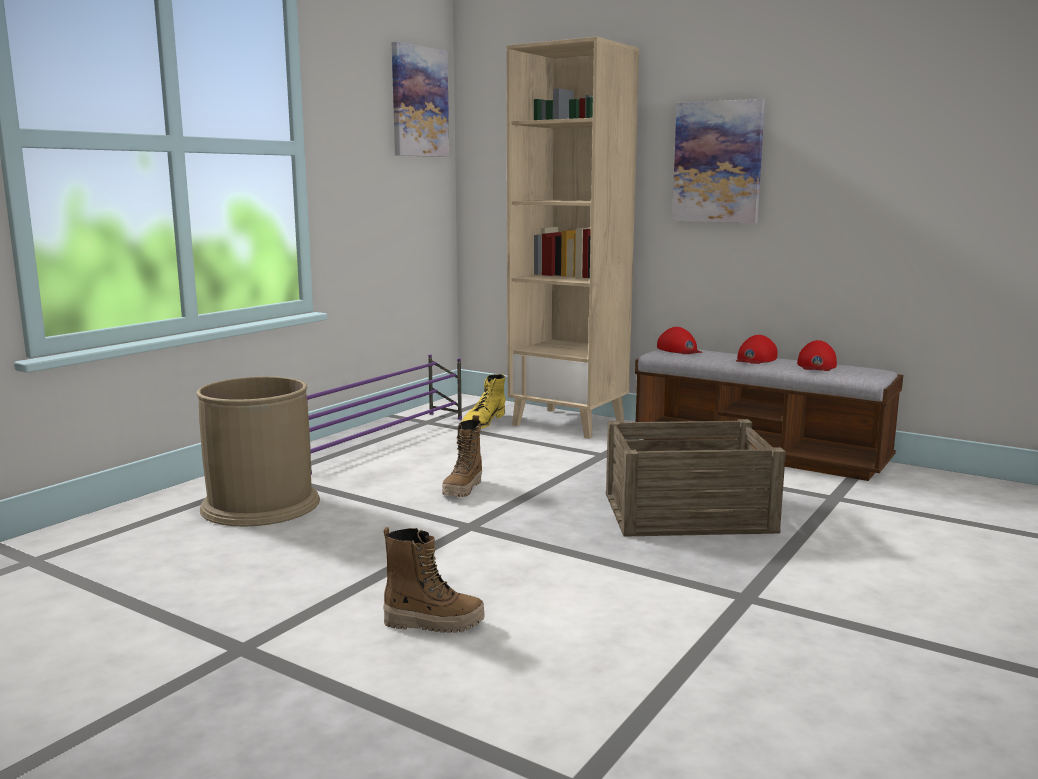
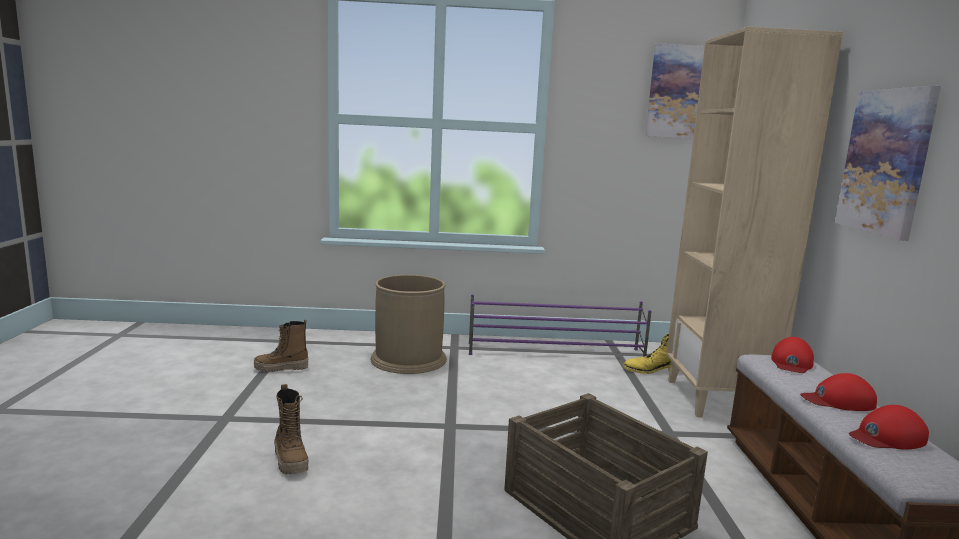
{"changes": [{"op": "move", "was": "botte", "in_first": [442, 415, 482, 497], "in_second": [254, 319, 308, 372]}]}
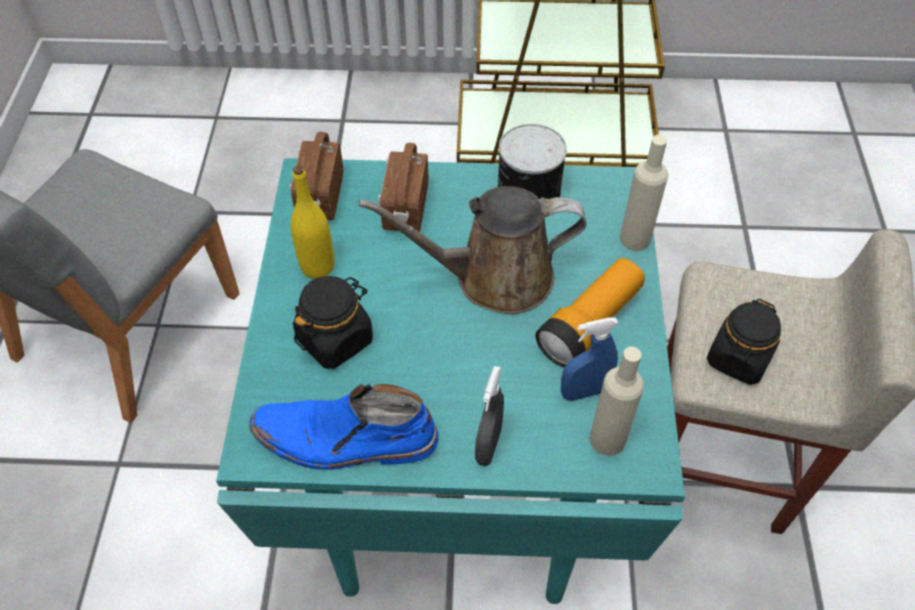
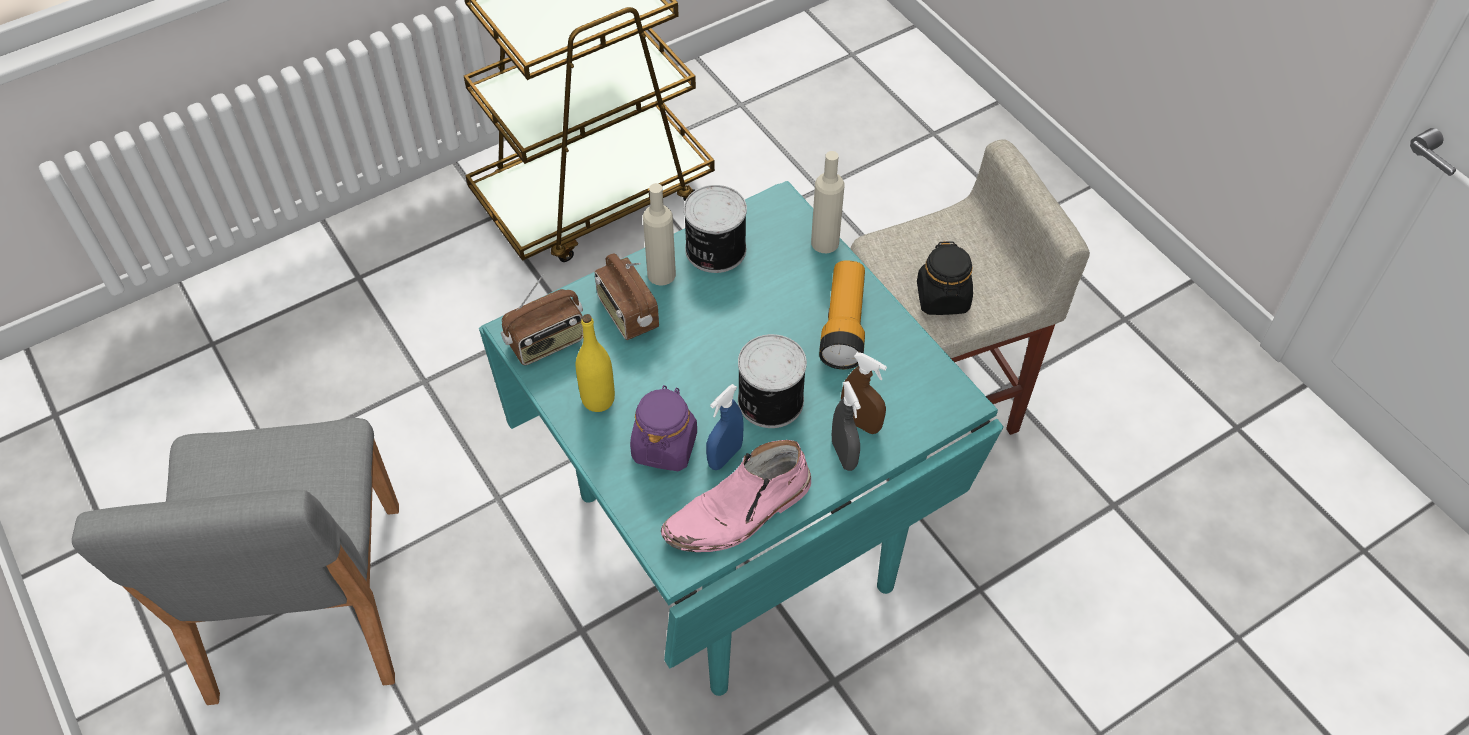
{"changes": [{"op": "recolor", "was": "botte [bleu]", "now": "botte [rose]", "in_first": [249, 384, 438, 470], "in_second": [661, 440, 811, 552]}, {"op": "rotate", "was": "radio", "in_first": [290, 132, 343, 220], "in_second": [501, 274, 583, 365], "clockwise": -90}, {"op": "recolor", "was": "bocal [noir]", "now": "bocal [violet]", "in_first": [293, 276, 373, 369], "in_second": [630, 385, 697, 471]}, {"op": "delete", "was": "arrosoir [marron]", "in_first": [359, 186, 587, 314]}, {"op": "move", "was": "vaporisateur [bleu]", "in_first": [561, 317, 619, 401], "in_second": [706, 384, 744, 470]}, {"op": "move", "was": "bouteille [beige]", "in_first": [590, 347, 644, 456], "in_second": [643, 183, 676, 286]}, {"op": "insert", "now": "boîte métallique", "in_second": [738, 334, 807, 428]}, {"op": "insert", "now": "vaporisateur [marron]", "in_second": [841, 352, 887, 434]}]}
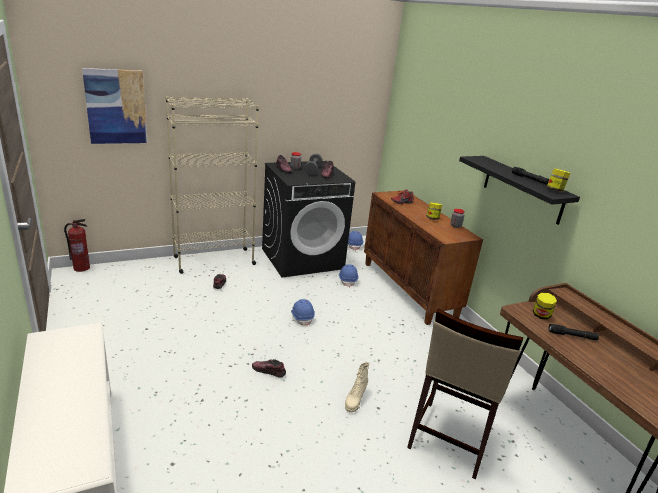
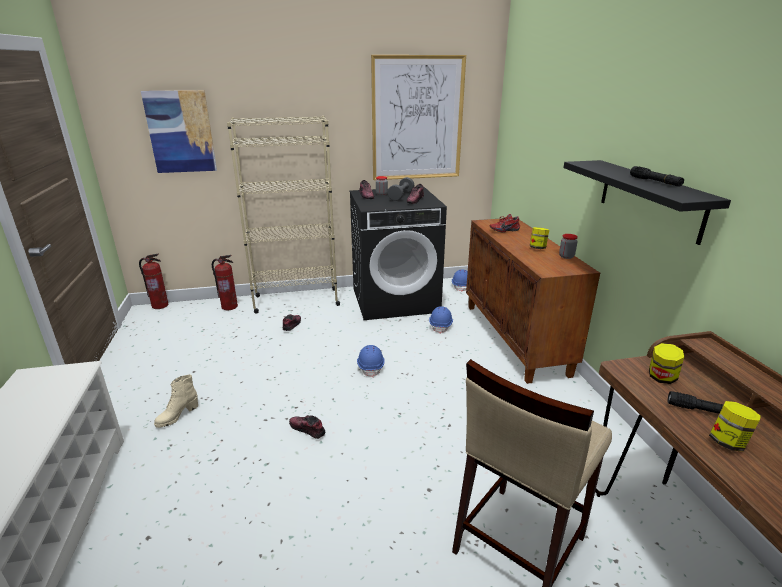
{"changes": [{"op": "move", "was": "botte [beige]", "in_first": [345, 362, 369, 412], "in_second": [154, 375, 198, 428]}, {"op": "move", "was": "bocal", "in_first": [547, 168, 570, 192], "in_second": [709, 401, 761, 451]}, {"op": "insert", "now": "extincteur", "in_second": [212, 255, 238, 310]}, {"op": "insert", "now": "tableau", "in_second": [371, 55, 466, 180]}]}
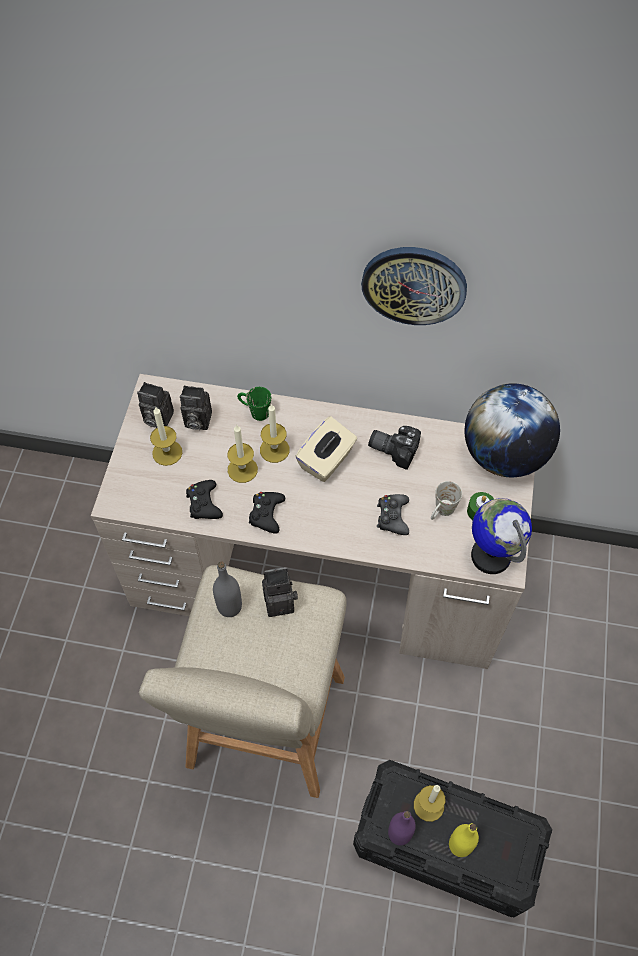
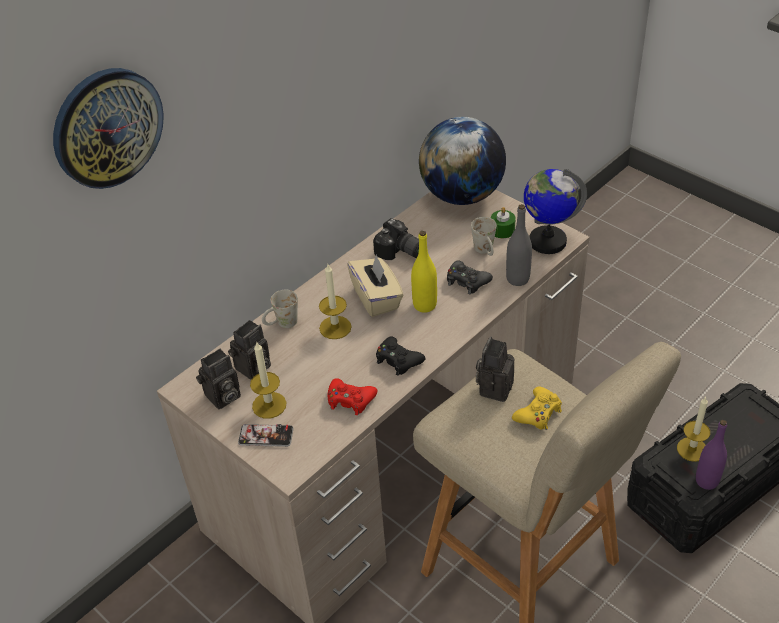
{"changes": [{"op": "recolor", "was": "manette [noir]", "now": "manette [rouge]", "in_first": [186, 480, 223, 519], "in_second": [328, 378, 377, 415]}, {"op": "move", "was": "bouteille [gris]", "in_first": [213, 562, 242, 617], "in_second": [506, 204, 532, 286]}, {"op": "delete", "was": "bougie", "in_first": [227, 424, 258, 483]}, {"op": "recolor", "was": "mug [vert]", "now": "mug [blanc]", "in_first": [237, 387, 271, 421], "in_second": [262, 290, 298, 328]}, {"op": "move", "was": "horloge murale", "in_first": [361, 247, 467, 325], "in_second": [53, 68, 164, 189]}, {"op": "rotate", "was": "appareil photo", "in_first": [368, 426, 421, 470], "in_second": [373, 218, 419, 260], "clockwise": -105}, {"op": "move", "was": "bouteille [jaune]", "in_first": [449, 823, 479, 857], "in_second": [411, 231, 437, 313]}, {"op": "insert", "now": "téléphone", "in_second": [238, 424, 294, 447]}, {"op": "insert", "now": "manette [jaune]", "in_second": [512, 386, 562, 430]}]}
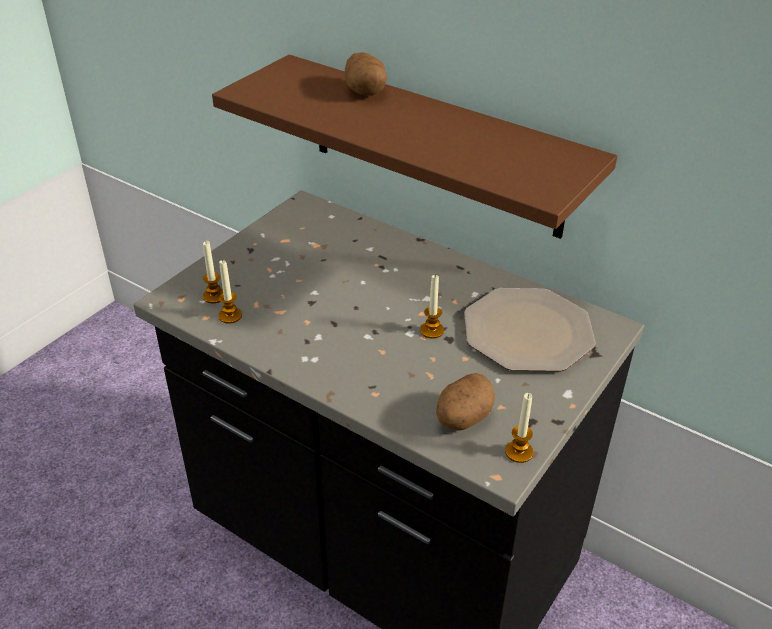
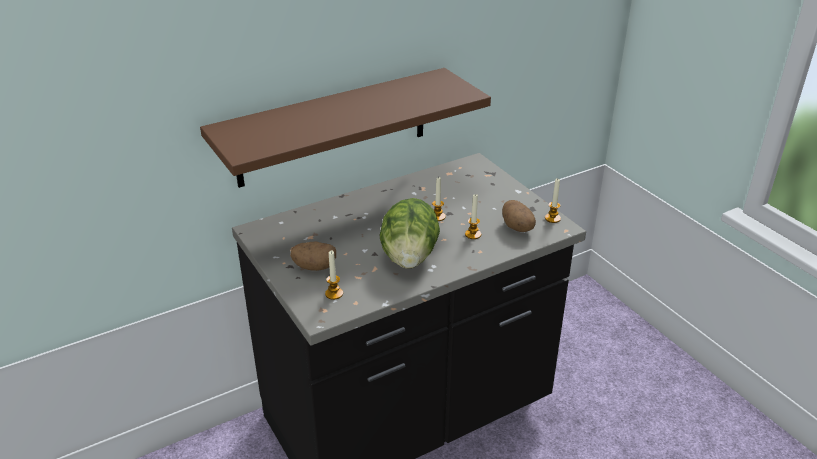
{"changes": [{"op": "move", "was": "bougie", "in_first": [218, 260, 242, 324], "in_second": [465, 194, 481, 239]}, {"op": "move", "was": "pomme de terre", "in_first": [345, 52, 387, 96], "in_second": [290, 242, 336, 271]}, {"op": "delete", "was": "assiette", "in_first": [464, 288, 596, 372]}, {"op": "insert", "now": "laitue", "in_second": [380, 198, 440, 269]}]}
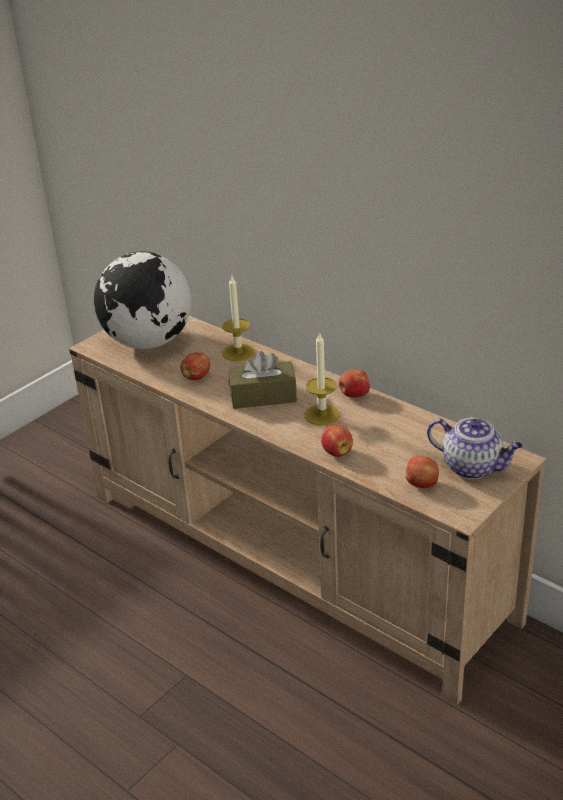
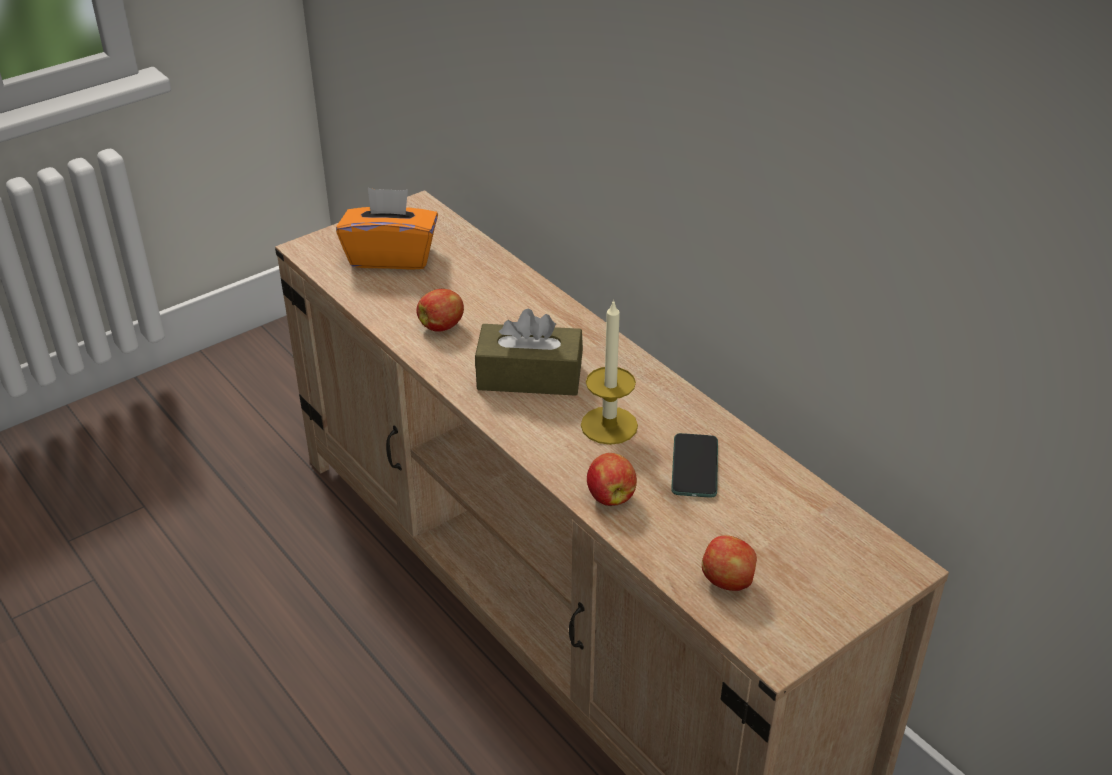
{"changes": [{"op": "replace", "was": "globe", "now": "boîte à mouchoirs [orange]", "in_first": [94, 251, 191, 349], "in_second": [336, 188, 438, 270]}, {"op": "delete", "was": "bougie", "in_first": [222, 276, 254, 362]}, {"op": "delete", "was": "pomme", "in_first": [339, 369, 370, 398]}, {"op": "delete", "was": "théière", "in_first": [427, 418, 523, 479]}, {"op": "insert", "now": "téléphone", "in_second": [671, 433, 718, 498]}]}
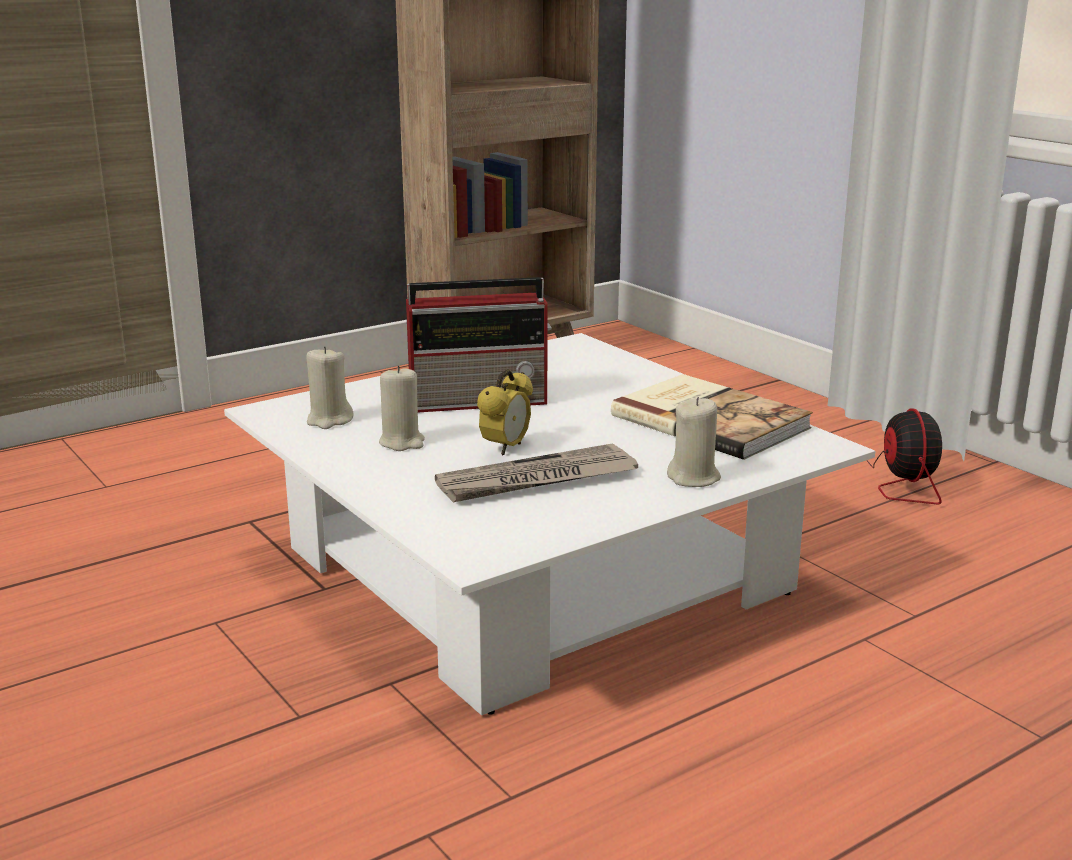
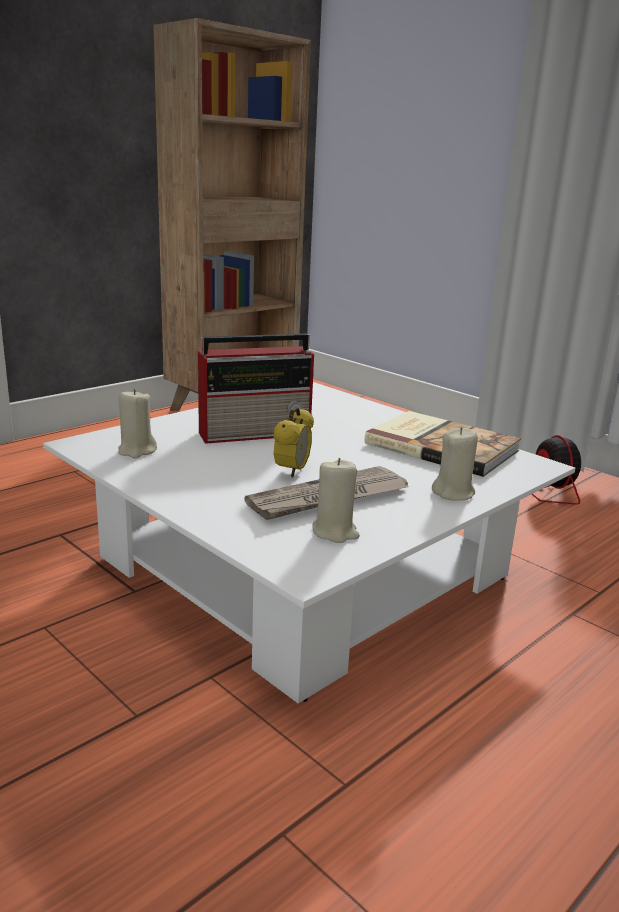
{"changes": [{"op": "move", "was": "bougie [beige]", "in_first": [379, 365, 425, 451], "in_second": [312, 458, 360, 543]}]}
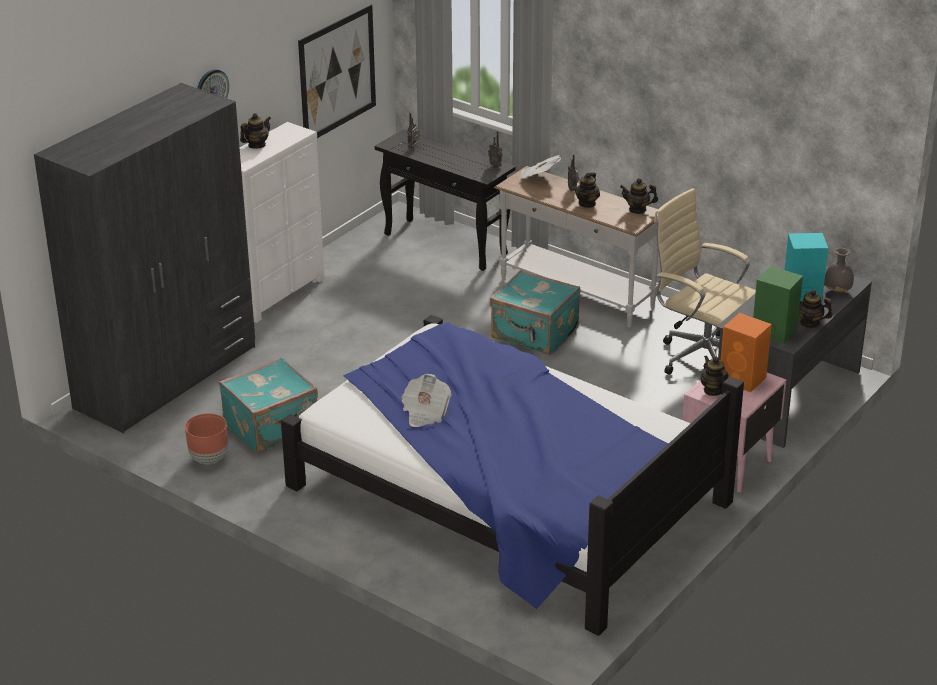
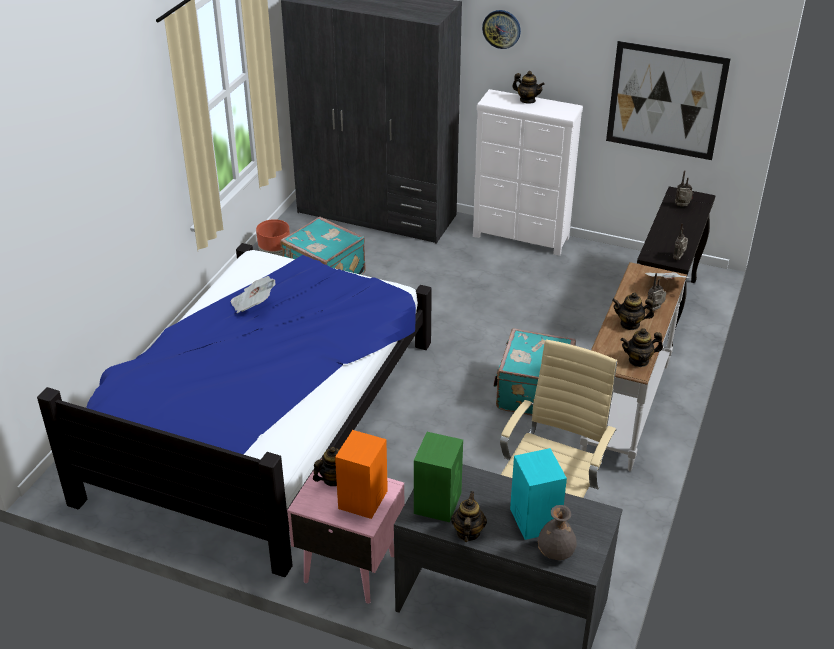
{"changes": [{"op": "rotate", "was": "théière", "in_first": [620, 178, 658, 214], "in_second": [621, 328, 663, 367], "clockwise": -90}]}
